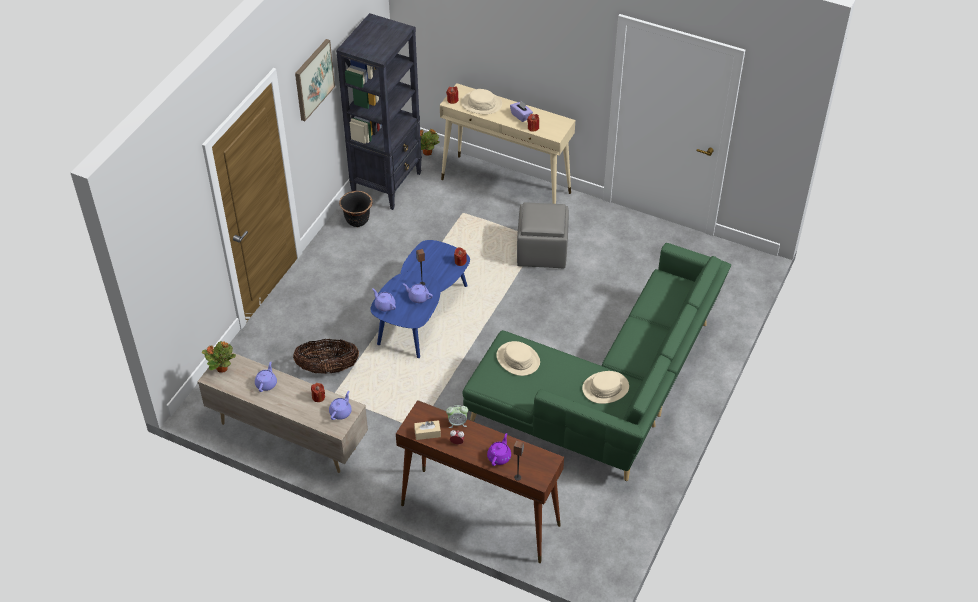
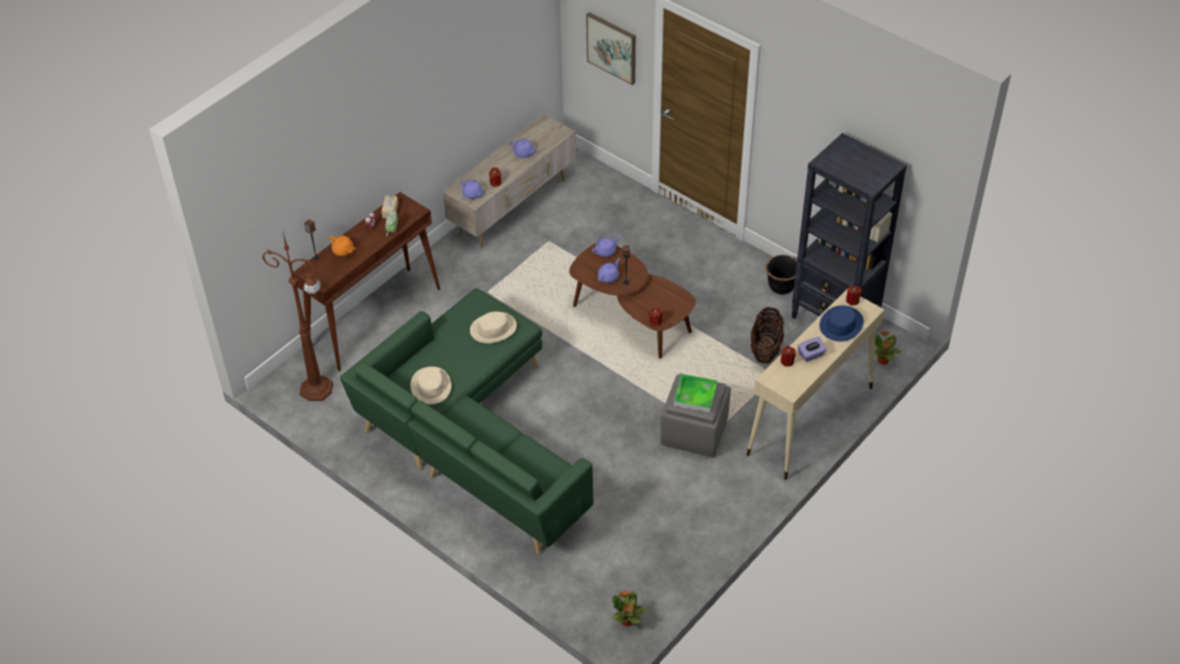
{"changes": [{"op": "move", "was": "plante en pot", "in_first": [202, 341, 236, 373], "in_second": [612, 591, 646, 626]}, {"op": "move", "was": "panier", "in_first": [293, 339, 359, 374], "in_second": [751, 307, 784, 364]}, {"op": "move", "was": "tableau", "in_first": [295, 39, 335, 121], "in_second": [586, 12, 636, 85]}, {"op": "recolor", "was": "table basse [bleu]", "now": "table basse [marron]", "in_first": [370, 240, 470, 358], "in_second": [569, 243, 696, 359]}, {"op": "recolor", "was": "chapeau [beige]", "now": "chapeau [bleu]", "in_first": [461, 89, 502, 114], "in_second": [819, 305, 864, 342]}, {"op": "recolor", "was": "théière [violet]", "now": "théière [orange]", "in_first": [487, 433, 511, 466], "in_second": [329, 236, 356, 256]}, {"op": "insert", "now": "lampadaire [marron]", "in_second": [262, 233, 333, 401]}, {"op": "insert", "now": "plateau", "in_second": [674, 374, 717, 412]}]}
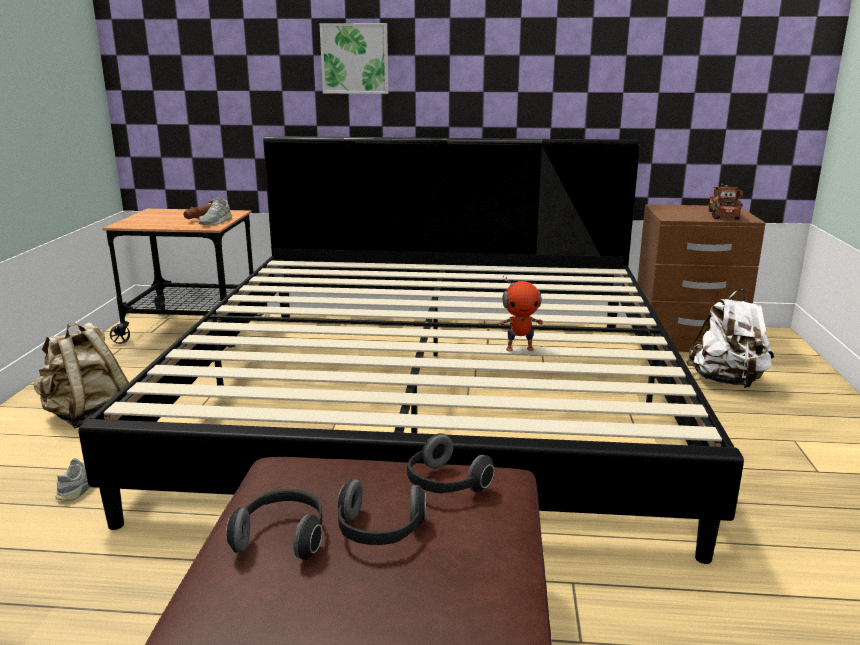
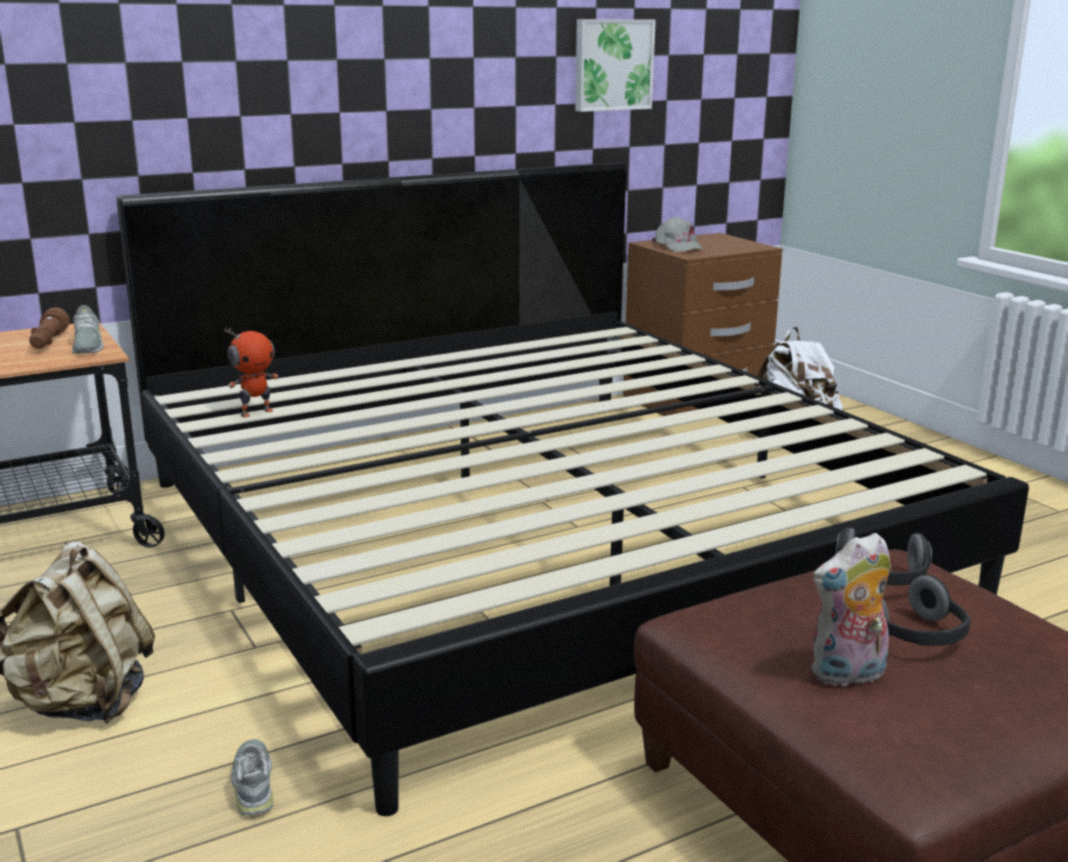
{"changes": [{"op": "replace", "was": "casque audio", "now": "peluche", "in_first": [226, 489, 322, 560], "in_second": [812, 533, 891, 687]}, {"op": "move", "was": "tableau", "in_first": [319, 23, 389, 94], "in_second": [575, 19, 656, 112]}, {"op": "move", "was": "robot jouet", "in_first": [498, 276, 543, 351], "in_second": [225, 327, 278, 417]}, {"op": "delete", "was": "camion jouet", "in_first": [709, 183, 743, 220]}, {"op": "insert", "now": "casquette [gris]", "in_second": [652, 217, 704, 252]}]}
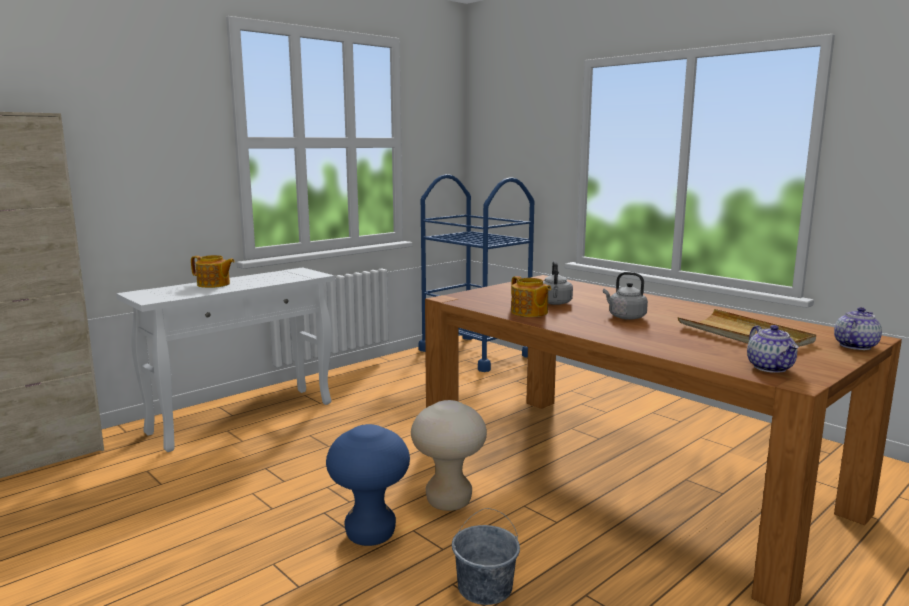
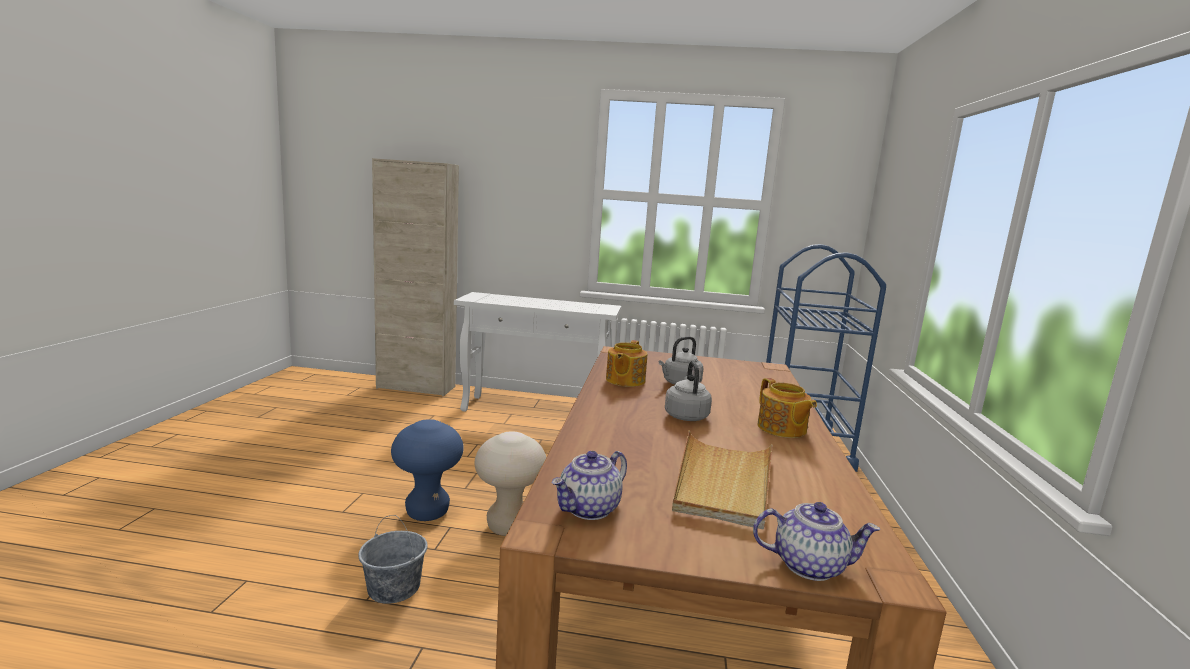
{"changes": [{"op": "move", "was": "théière", "in_first": [191, 255, 235, 288], "in_second": [758, 378, 817, 438]}]}
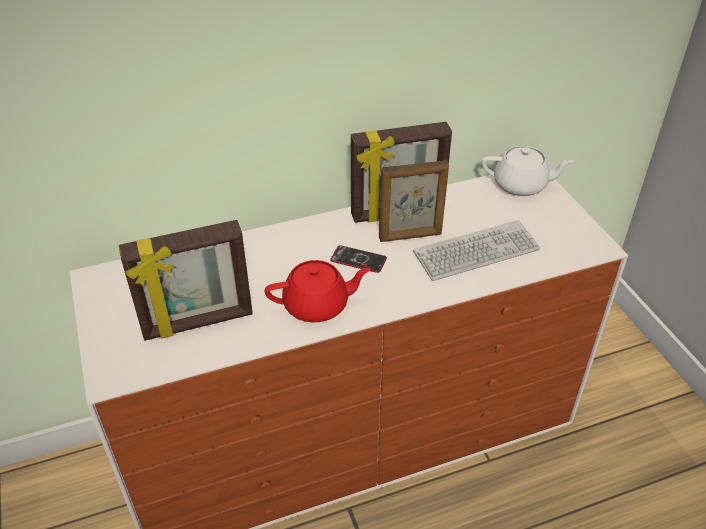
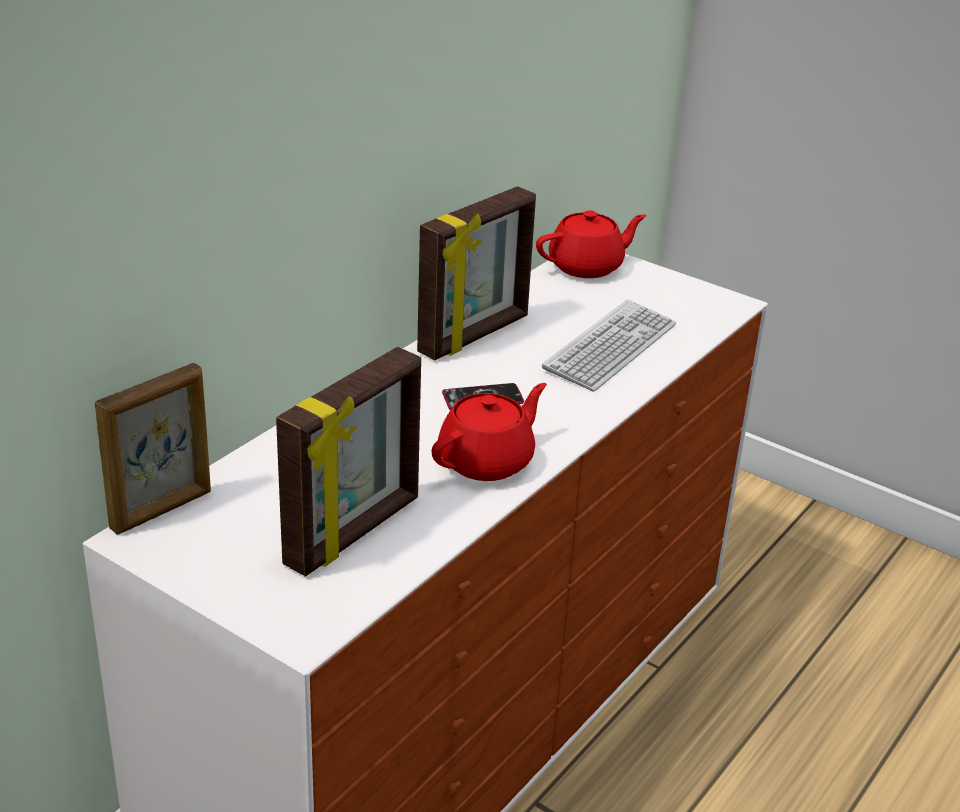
{"changes": [{"op": "move", "was": "cadre photo", "in_first": [379, 160, 449, 242], "in_second": [95, 363, 211, 535]}, {"op": "recolor", "was": "théière [blanc]", "now": "théière [rouge]", "in_first": [482, 146, 574, 196], "in_second": [536, 210, 647, 278]}]}
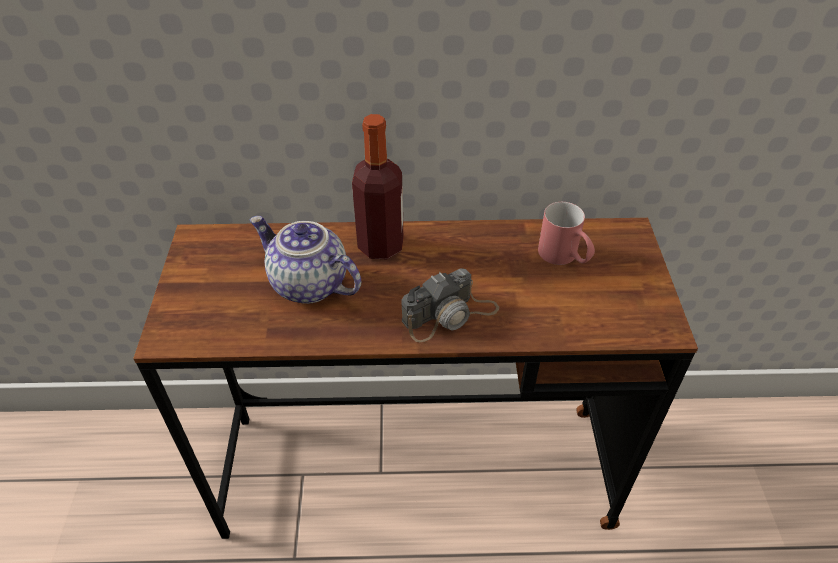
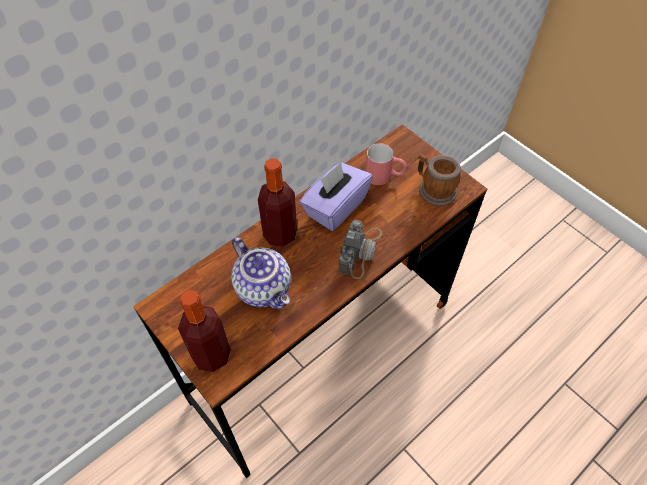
{"changes": [{"op": "rotate", "was": "théière", "in_first": [250, 216, 361, 304], "in_second": [231, 237, 291, 309], "clockwise": -120}, {"op": "insert", "now": "bouteille", "in_second": [178, 290, 231, 372]}, {"op": "insert", "now": "boîte à mouchoirs [violet]", "in_second": [300, 162, 373, 231]}, {"op": "insert", "now": "mug", "in_second": [418, 155, 461, 206]}]}
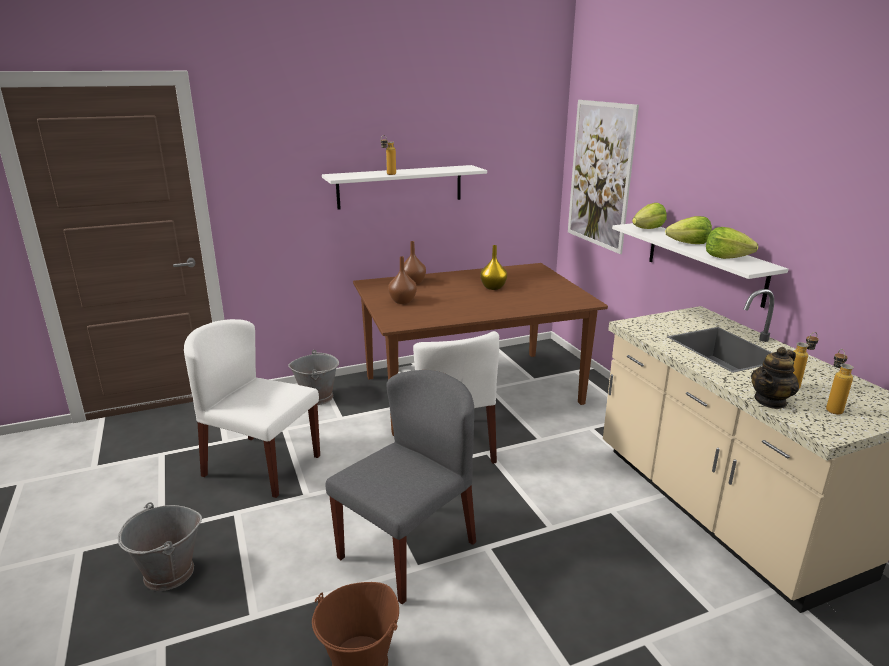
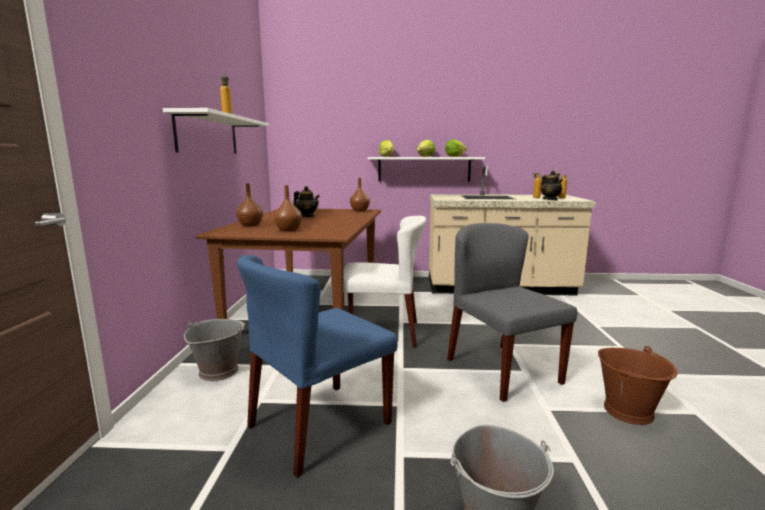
{"changes": [{"op": "recolor", "was": "chaise [blanc]", "now": "chaise [bleu]", "in_first": [184, 319, 320, 498], "in_second": [237, 255, 397, 478]}, {"op": "replace", "was": "vase [jaune]", "now": "théière", "in_first": [480, 245, 507, 290], "in_second": [293, 186, 320, 217]}, {"op": "delete", "was": "tableau", "in_first": [568, 100, 639, 254]}, {"op": "insert", "now": "vase [marron]", "in_second": [350, 178, 370, 212]}]}
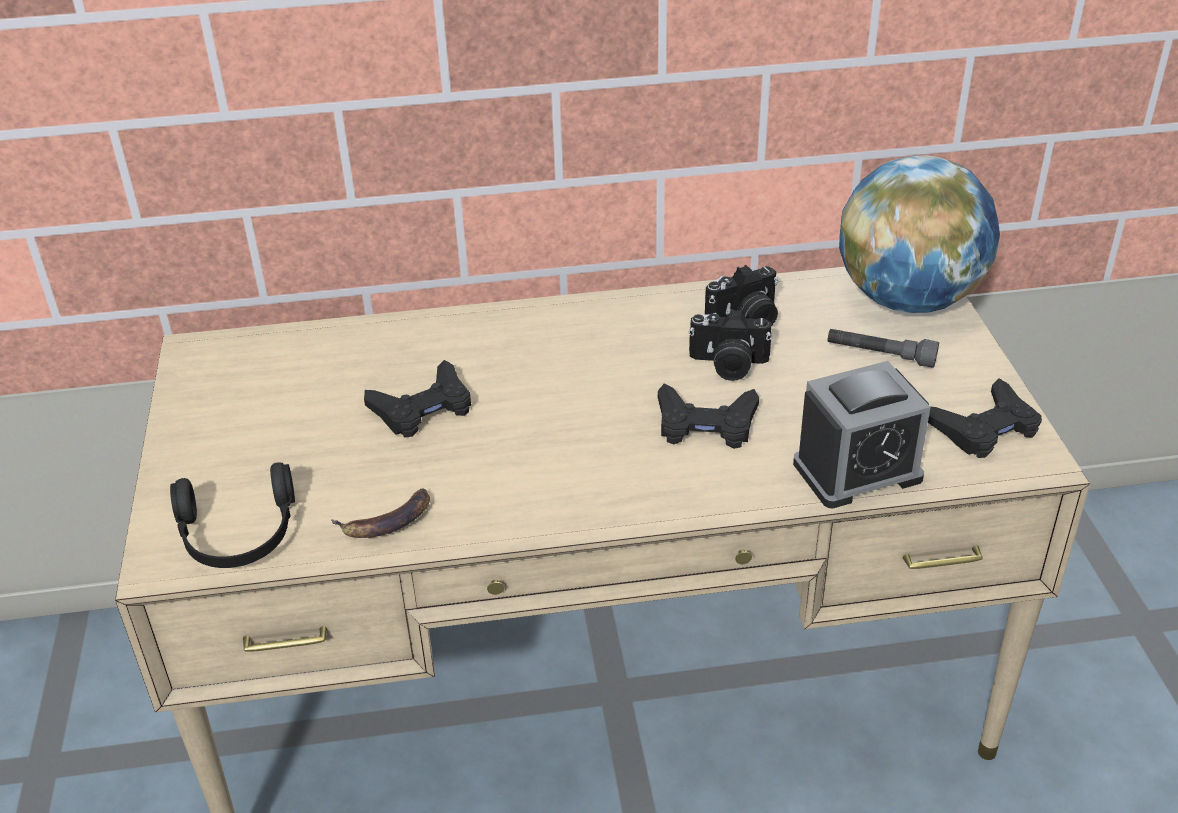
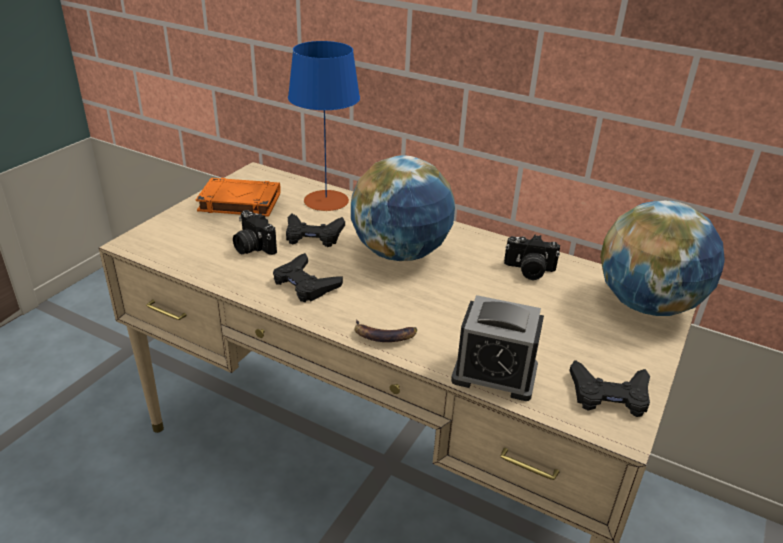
{"changes": [{"op": "delete", "was": "casque audio [noir]", "in_first": [170, 462, 295, 568]}, {"op": "move", "was": "banane", "in_first": [331, 488, 430, 538], "in_second": [355, 320, 417, 342]}, {"op": "move", "was": "manette [noir]", "in_first": [658, 383, 759, 449], "in_second": [273, 253, 343, 302]}, {"op": "move", "was": "appareil photo", "in_first": [688, 309, 772, 381], "in_second": [233, 210, 277, 255]}, {"op": "delete", "was": "lampe de poche [gris]", "in_first": [828, 329, 939, 368]}, {"op": "insert", "now": "livre [orange]", "in_second": [196, 178, 281, 217]}, {"op": "insert", "now": "lampe de table [bleu]", "in_second": [288, 41, 360, 211]}, {"op": "insert", "now": "globe", "in_second": [351, 155, 455, 261]}]}
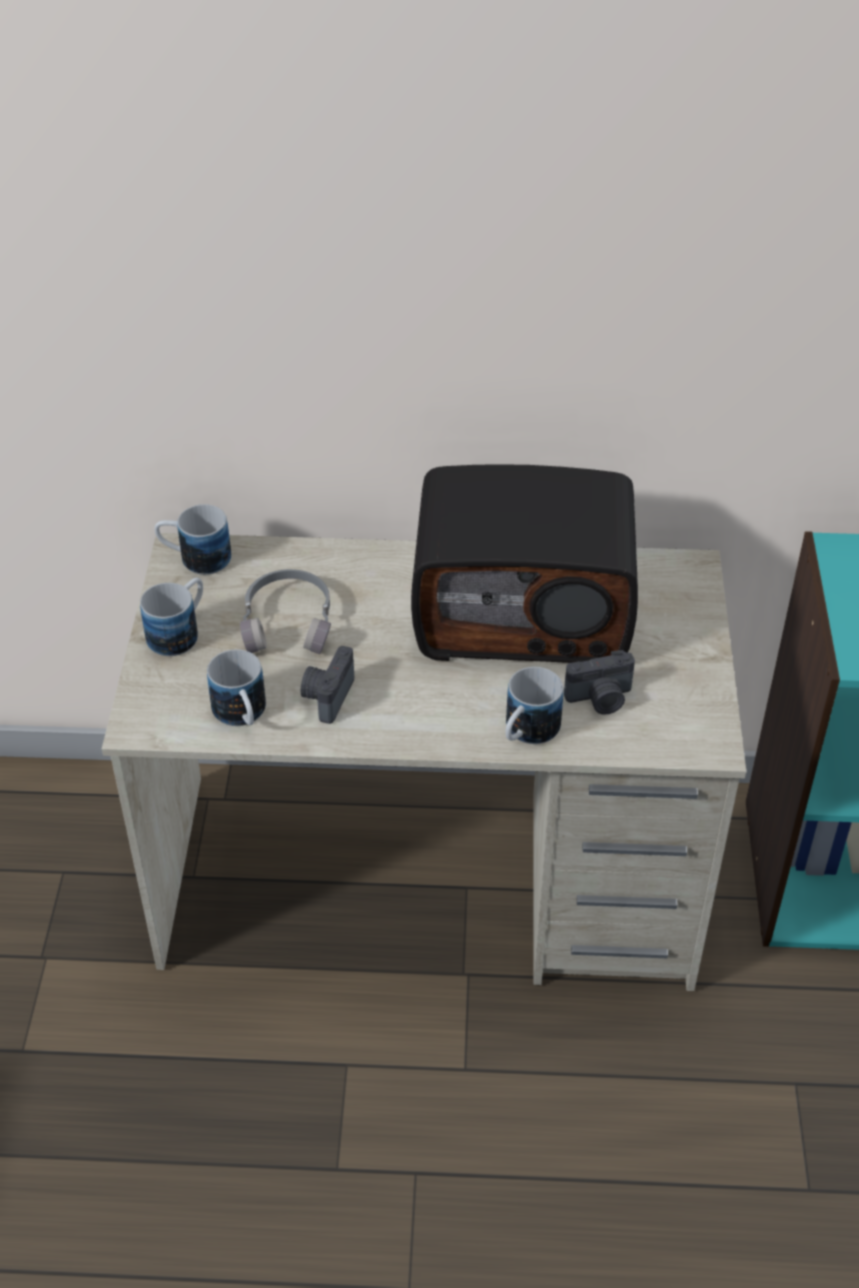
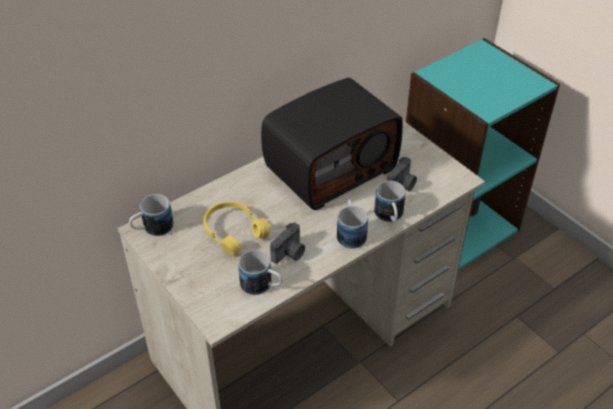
{"changes": [{"op": "move", "was": "mug", "in_first": [140, 578, 203, 656], "in_second": [337, 200, 368, 249]}, {"op": "recolor", "was": "casque audio [gris]", "now": "casque audio [jaune]", "in_first": [240, 569, 331, 654], "in_second": [203, 202, 269, 256]}, {"op": "rotate", "was": "appareil photo", "in_first": [301, 646, 354, 724], "in_second": [270, 223, 305, 264], "clockwise": -120}]}
